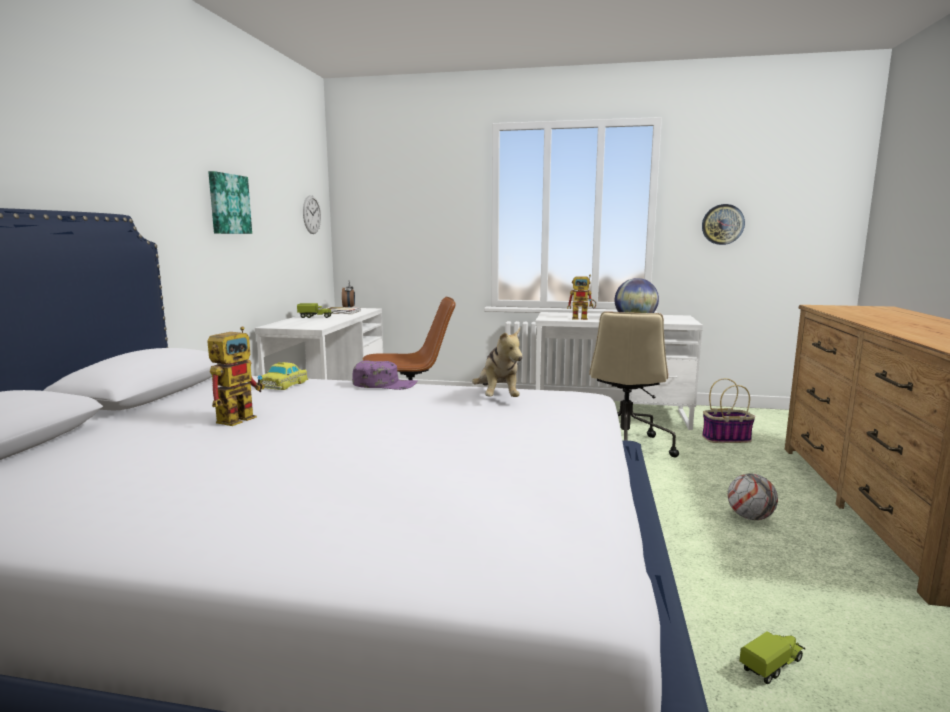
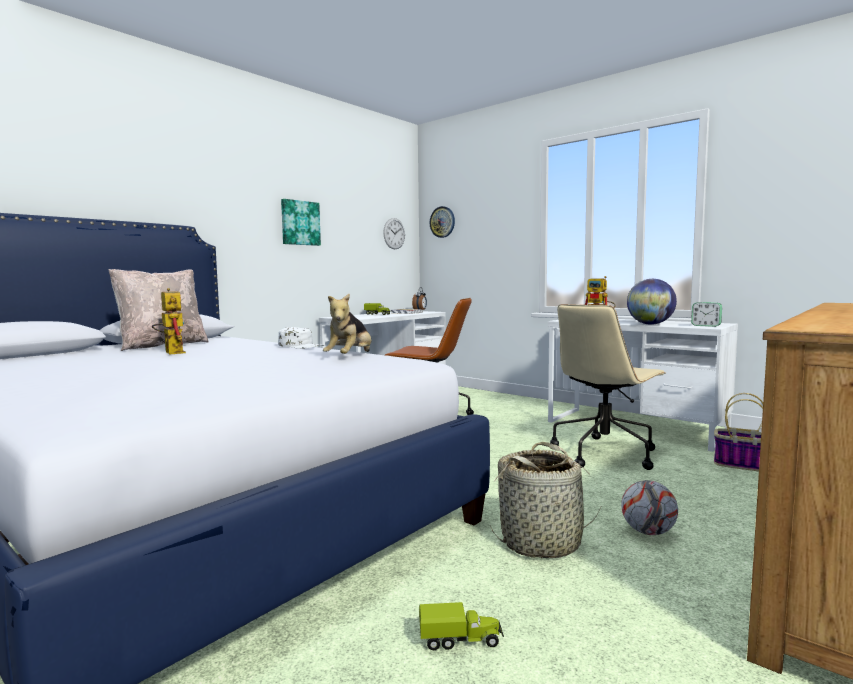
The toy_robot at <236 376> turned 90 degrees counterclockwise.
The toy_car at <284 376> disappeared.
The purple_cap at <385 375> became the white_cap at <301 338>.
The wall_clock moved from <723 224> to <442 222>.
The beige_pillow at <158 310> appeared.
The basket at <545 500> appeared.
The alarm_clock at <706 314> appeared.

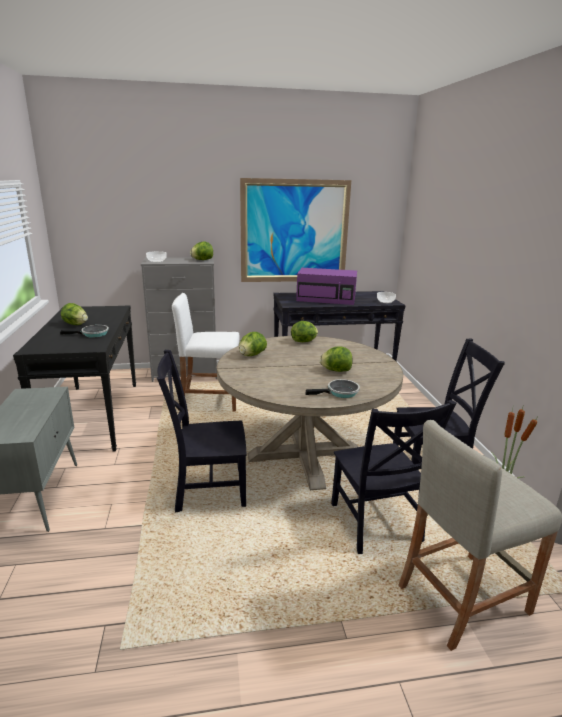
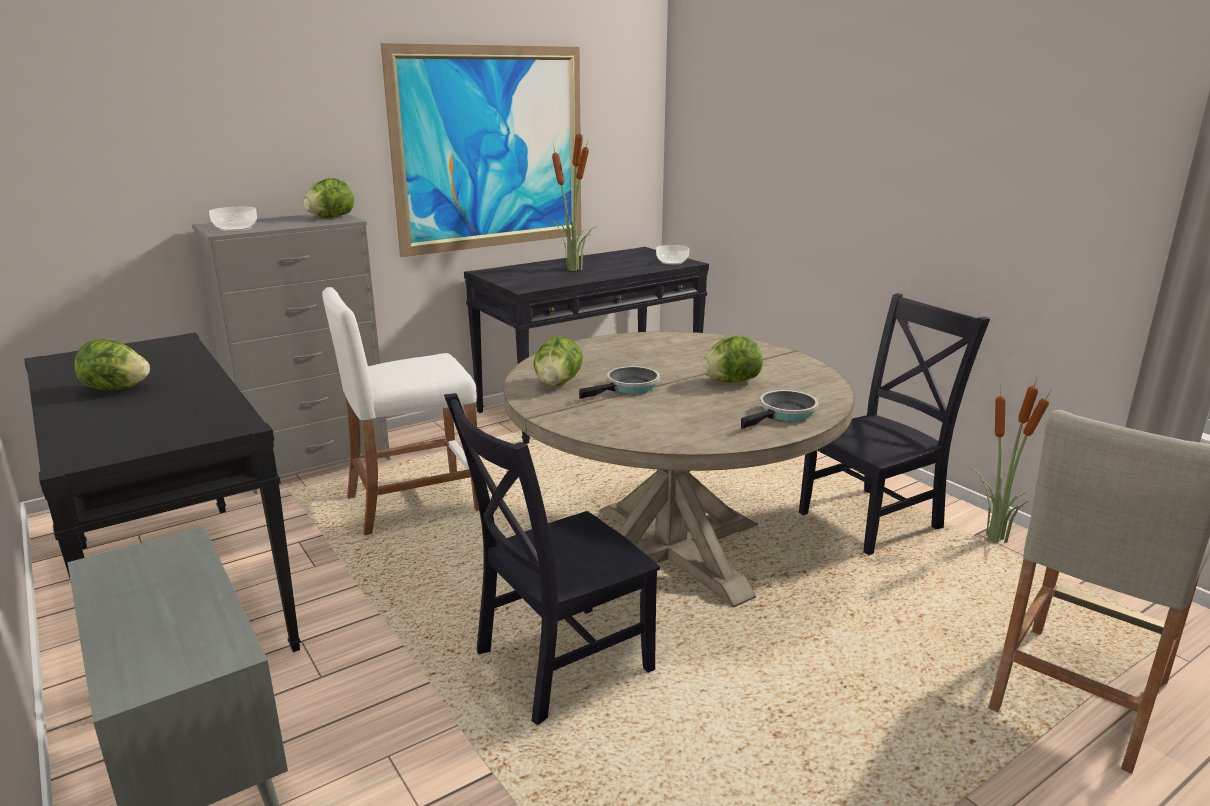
The frying_pan moved from <84 331> to <619 382>.
The lettuce at <304 331> disappeared.
The purple_microwave at <326 286> was replaced by the potted_plant at <571 198>.
The black_chair at <393 477> disappeared.

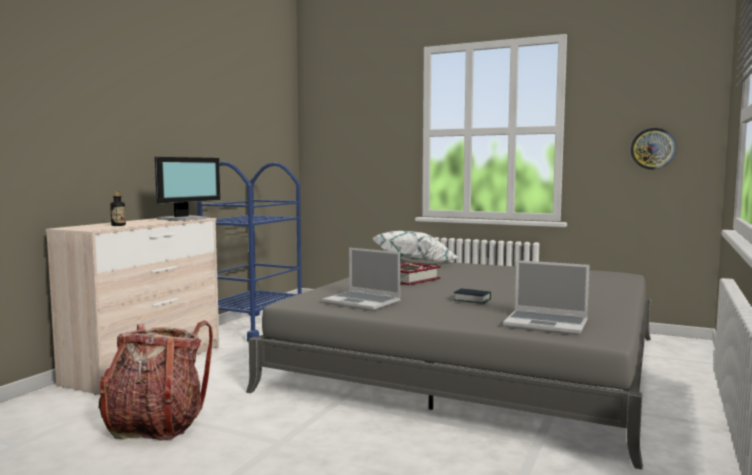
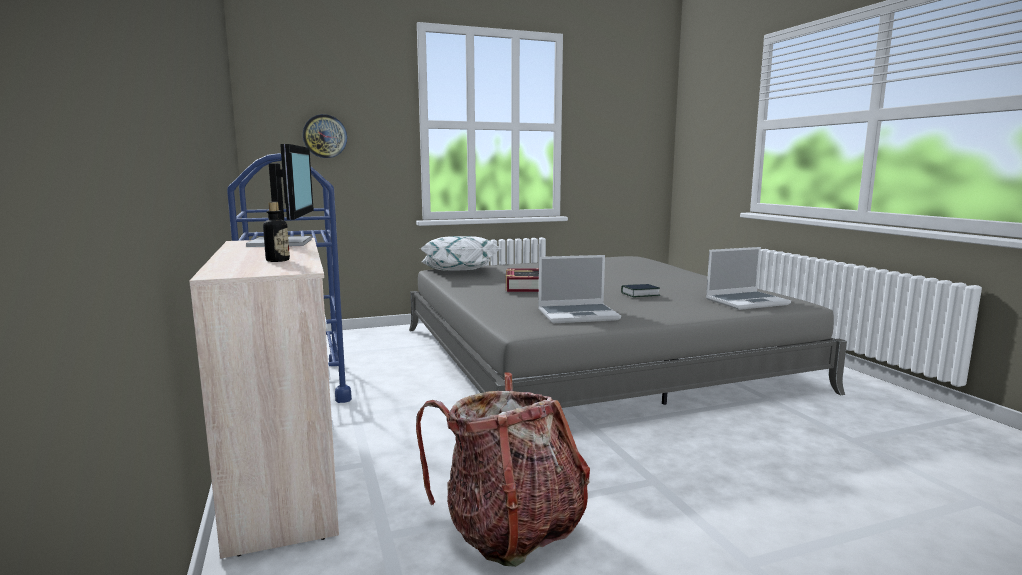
The wall_clock moved from <653 149> to <325 136>.

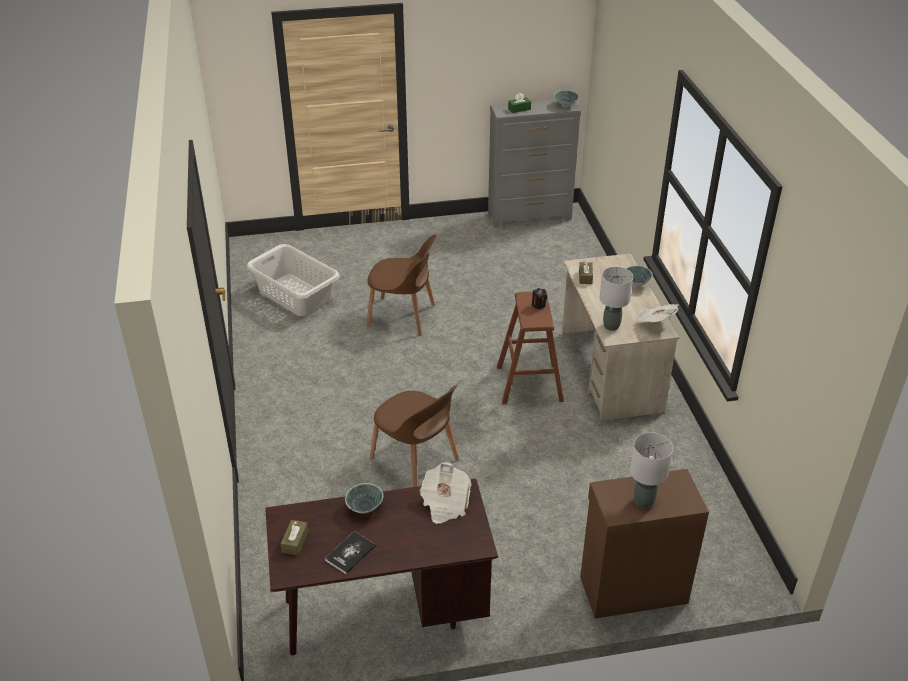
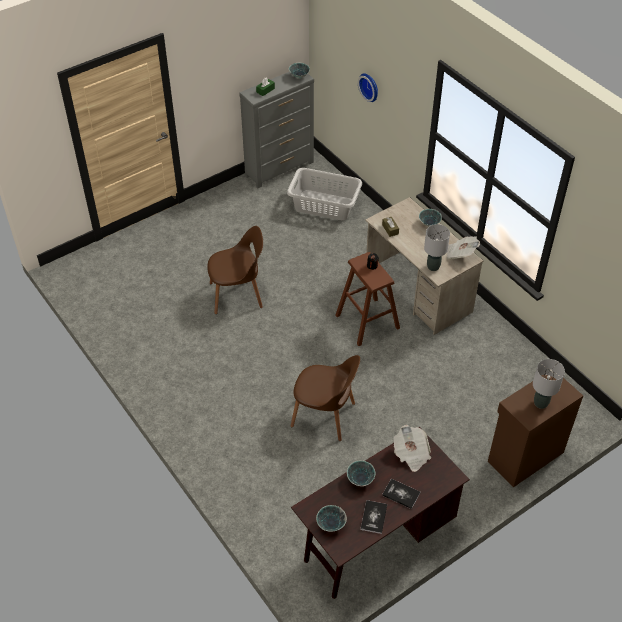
The grey_laundry_basket moved from <293 280> to <324 194>.
The brown_tissue_box at <295 538> was replaced by the bowl at <331 518>.
The wall_clock at <368 87> appeared.
The book at <401 494> appeared.

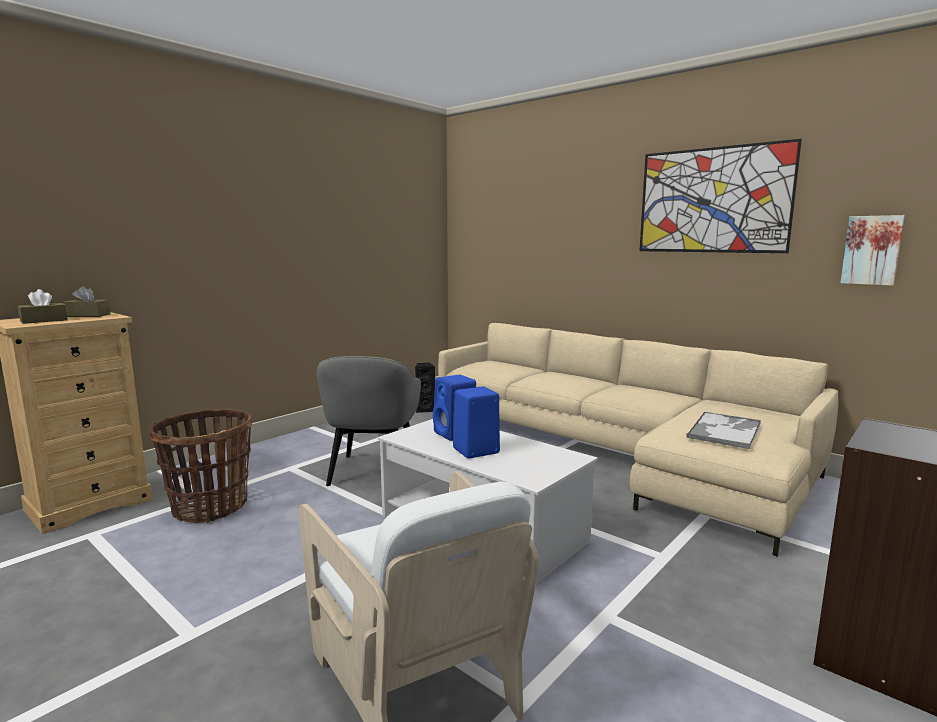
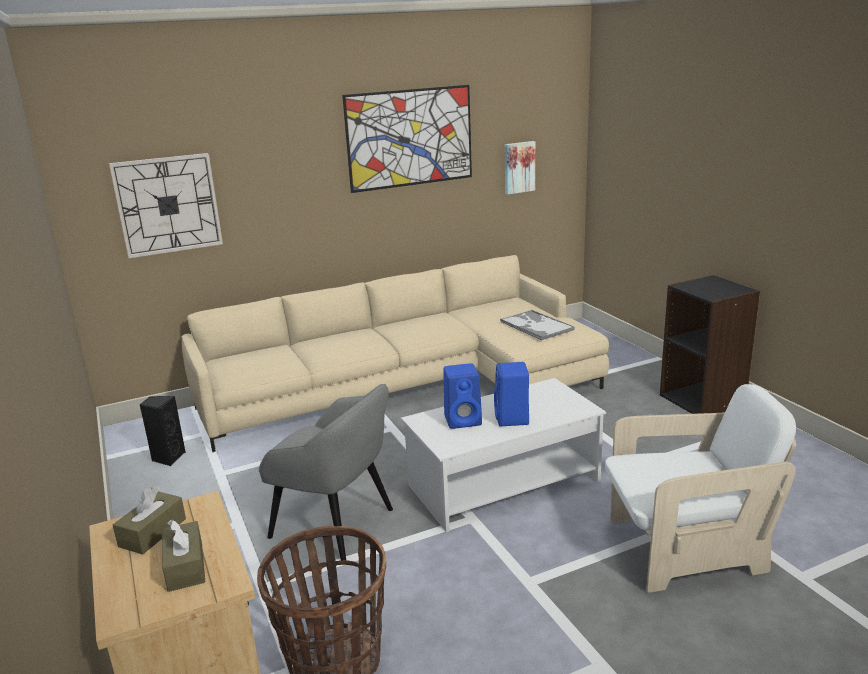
The wall_clock at <166 205> appeared.

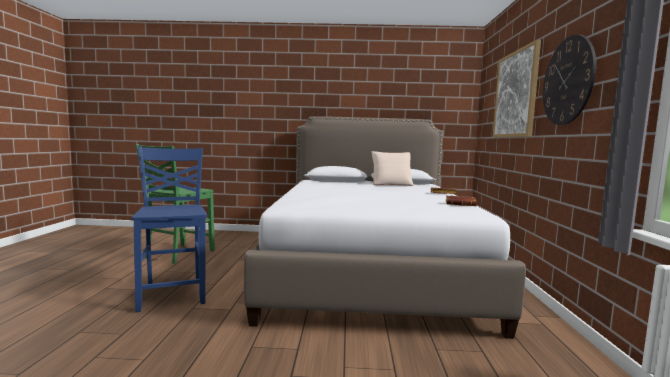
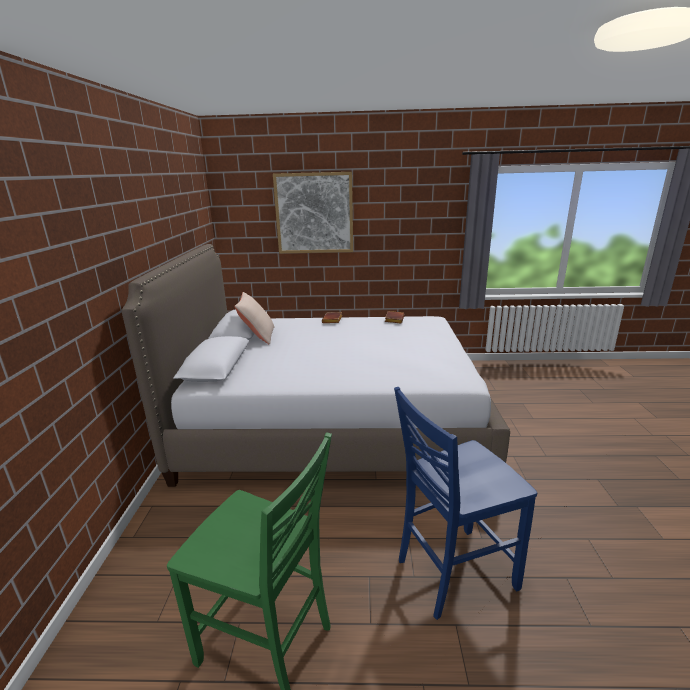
The wall_clock at <569 80> disappeared.

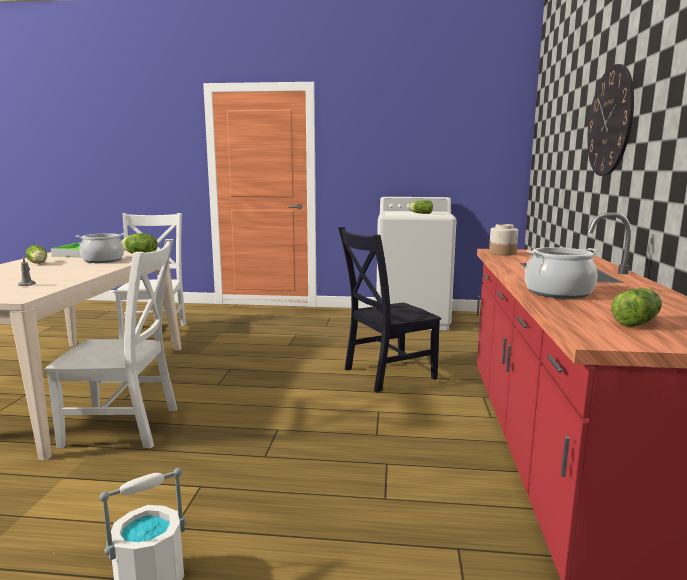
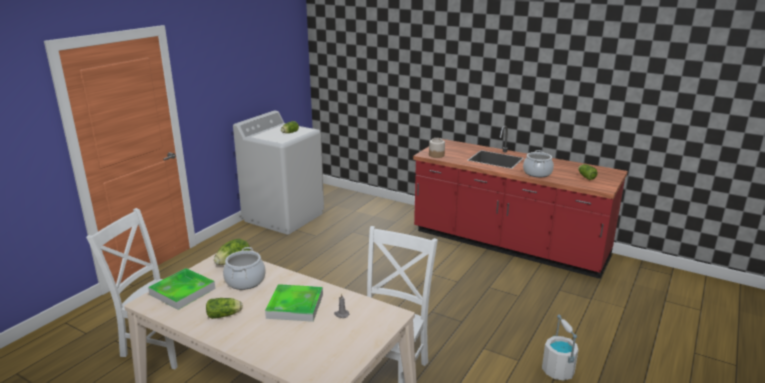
The black_chair at <389 310> disappeared.
The wall_clock at <610 120> disappeared.
The tray at <294 303> appeared.

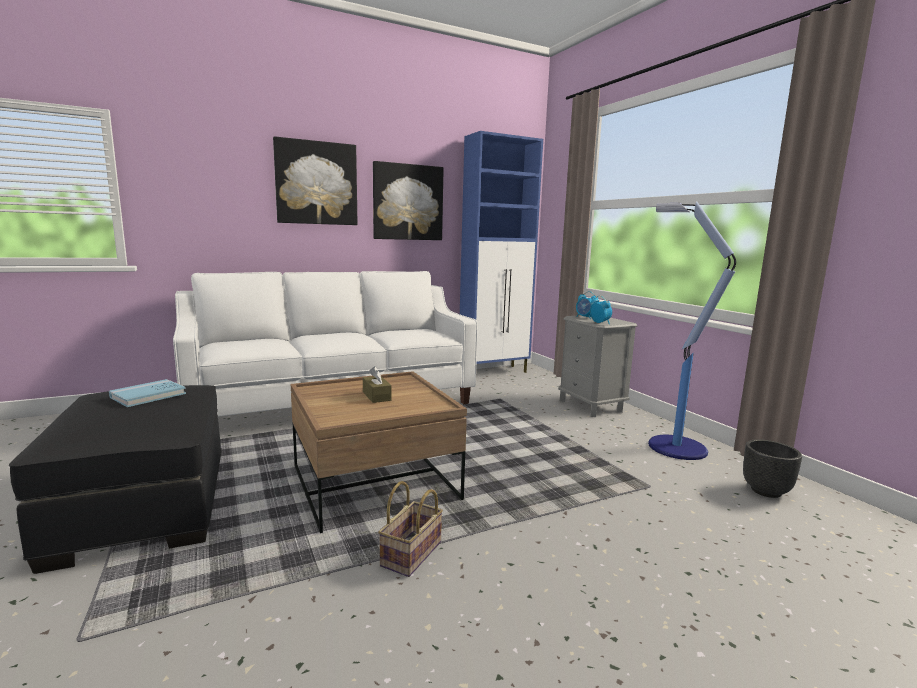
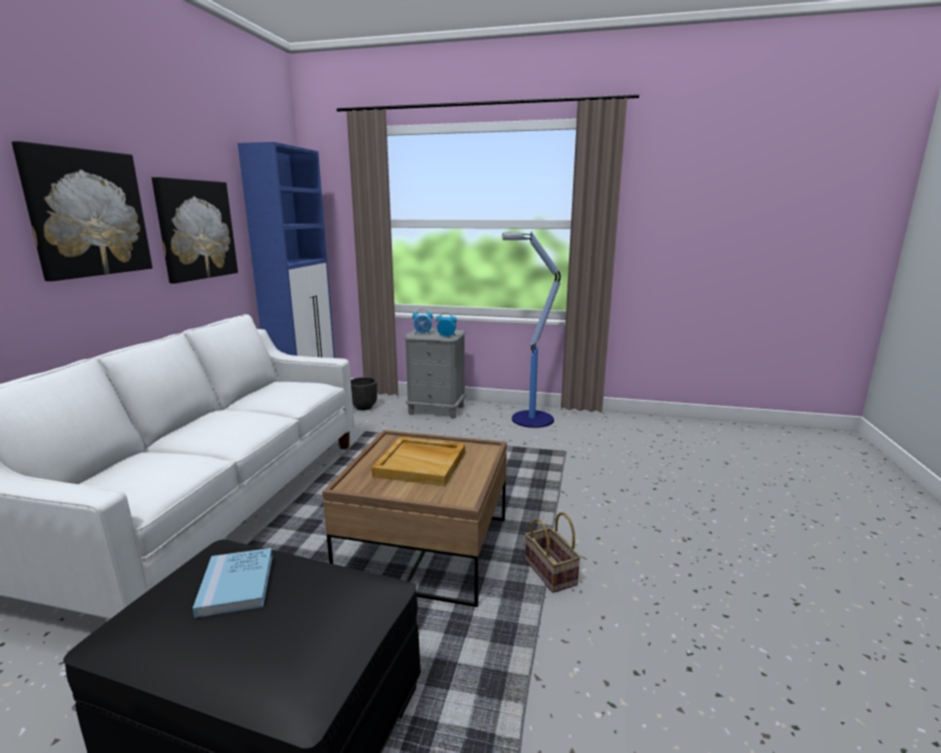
The brown_tissue_box at <377 384> was replaced by the beige_tray at <418 461>.
The black_planter moved from <772 468> to <364 393>.

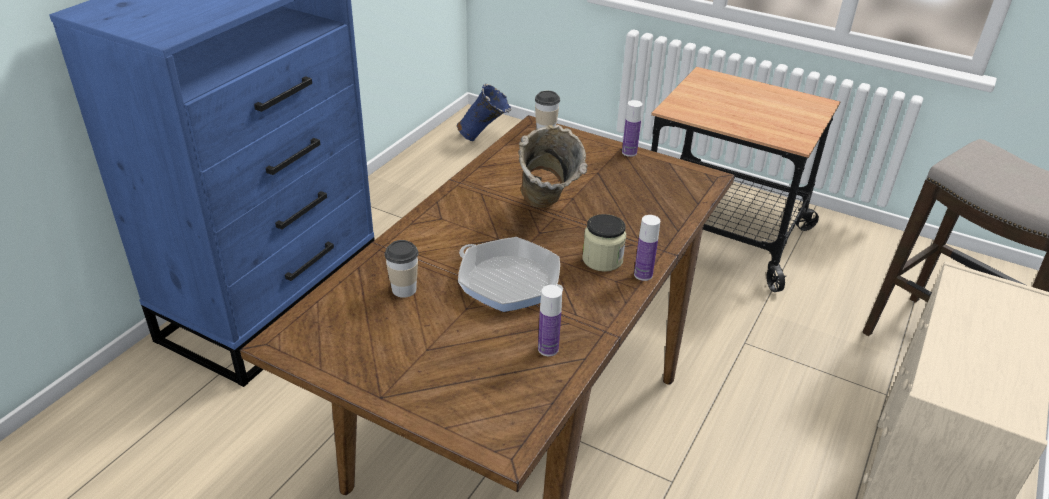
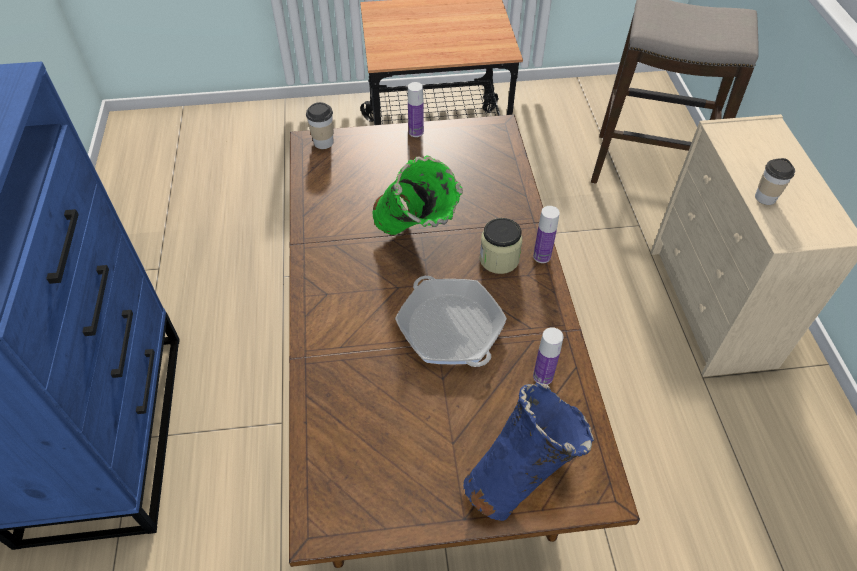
The cup moved from <401 269> to <775 181>.
The blue_vase moved from <484 112> to <528 451>.
The frying_pan at <510 274> turned 120 degrees counterclockwise.
The beige_vase at <553 166> became the green_vase at <417 195>.

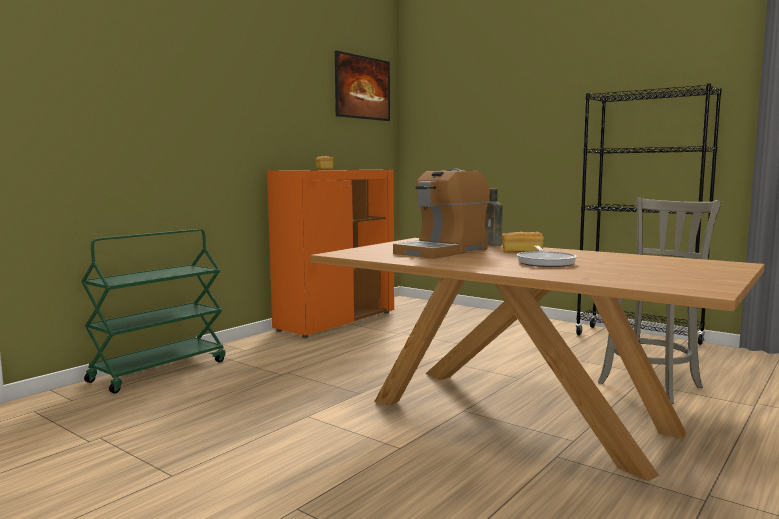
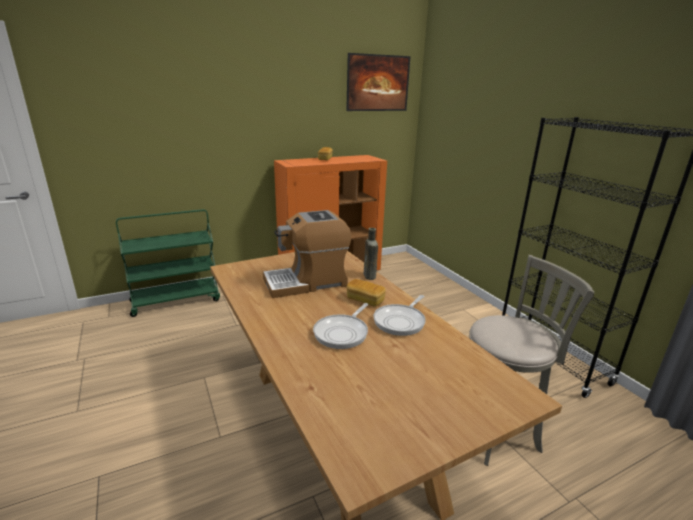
The frying_pan at <399 315> appeared.

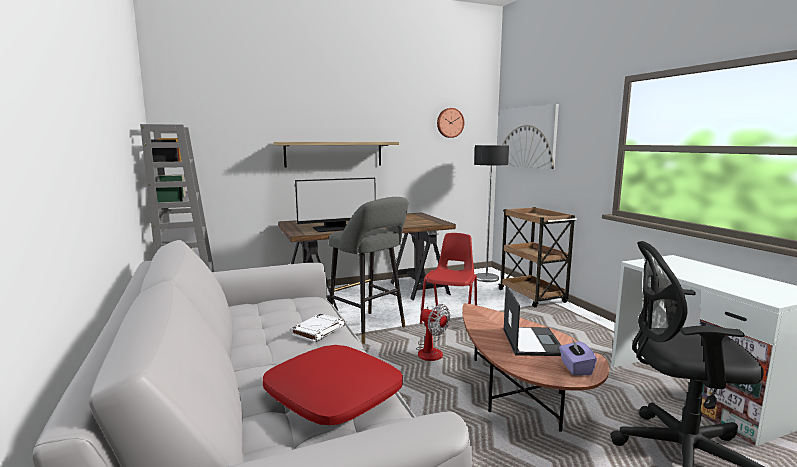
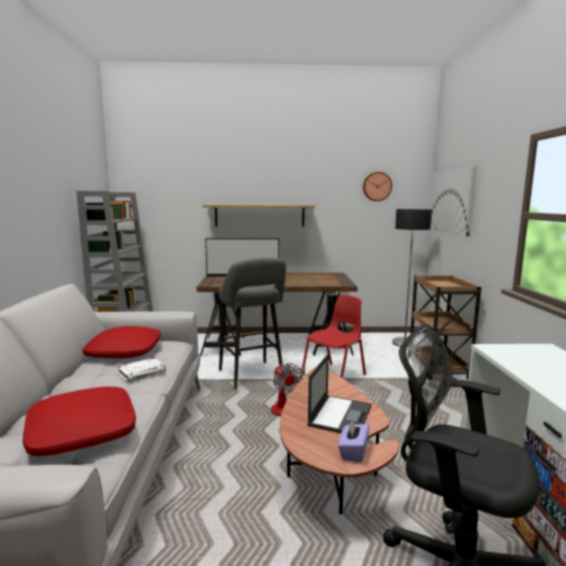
The red_pillow at <122 342> appeared.

